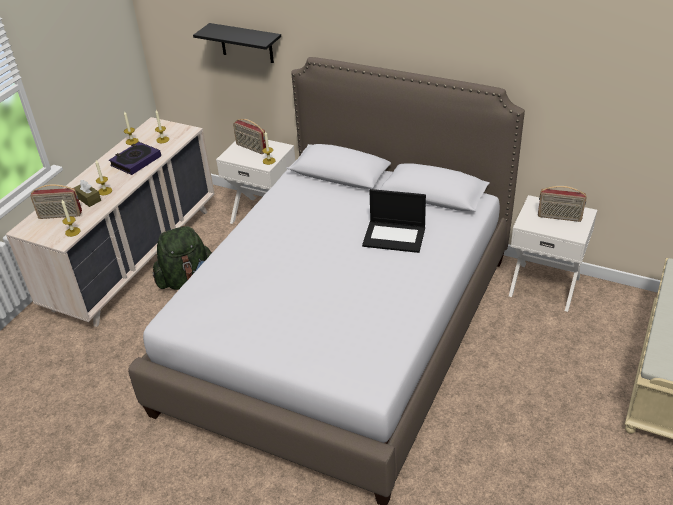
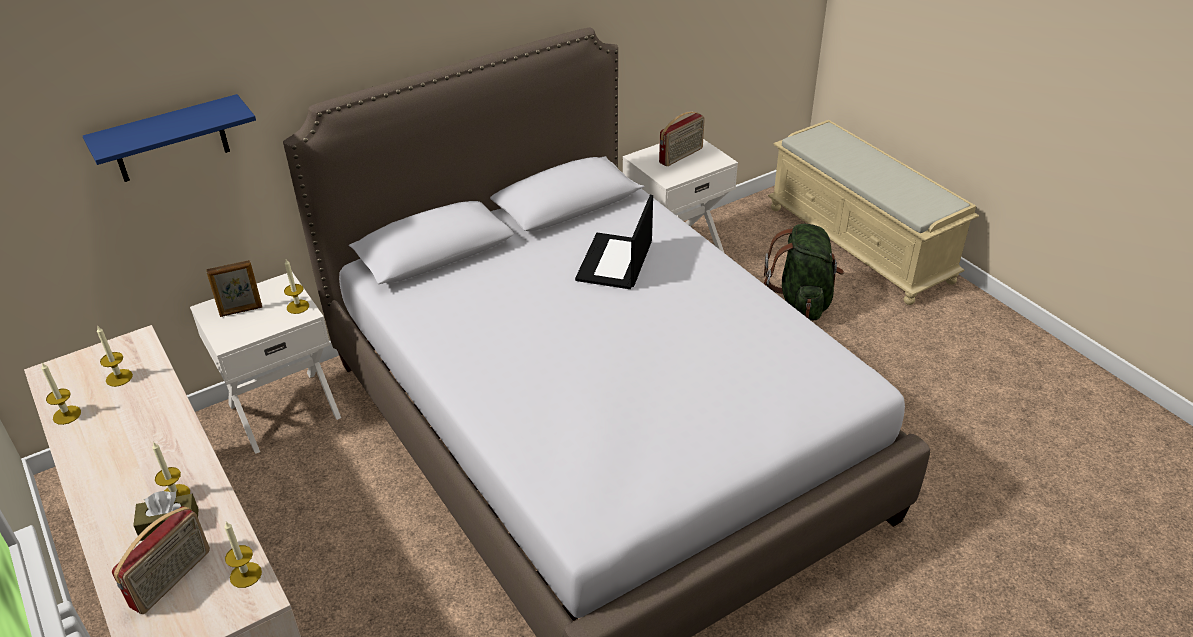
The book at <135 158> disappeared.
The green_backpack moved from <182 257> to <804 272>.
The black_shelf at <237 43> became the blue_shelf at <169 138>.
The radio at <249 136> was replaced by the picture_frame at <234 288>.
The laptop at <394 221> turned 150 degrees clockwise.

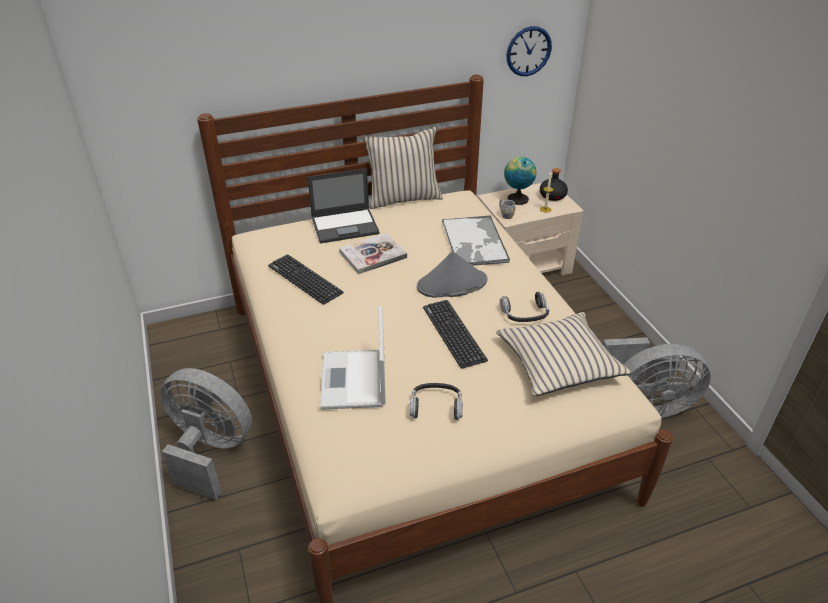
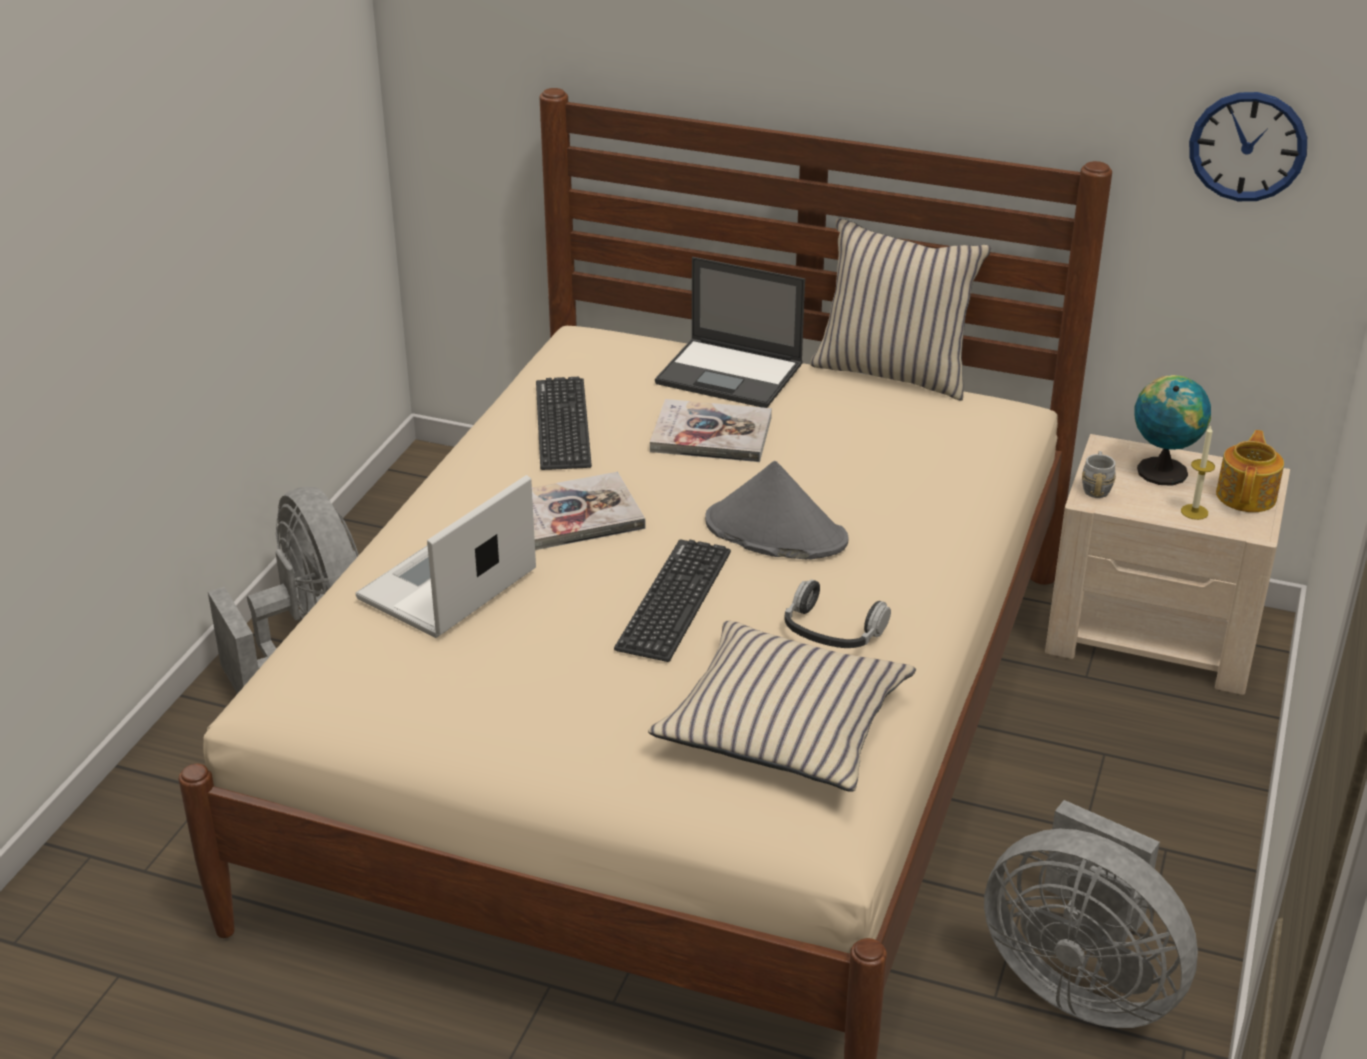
The headphones at <436 401> disappeared.
The tray at <476 240> disappeared.
The black_bottle at <554 184> was replaced by the teapot at <1250 471>.
The book at <589 511> appeared.

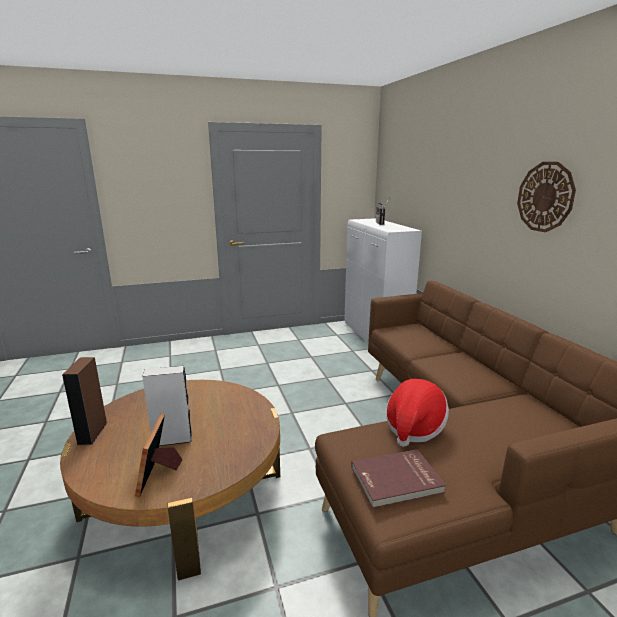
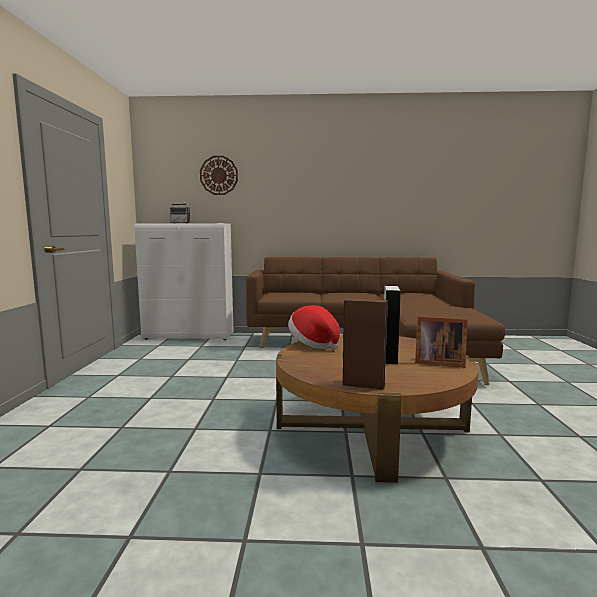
The red_book at <398 478> disappeared.
The hat moved from <417 413> to <314 327>.
The wall_clock moved from <546 197> to <219 175>.

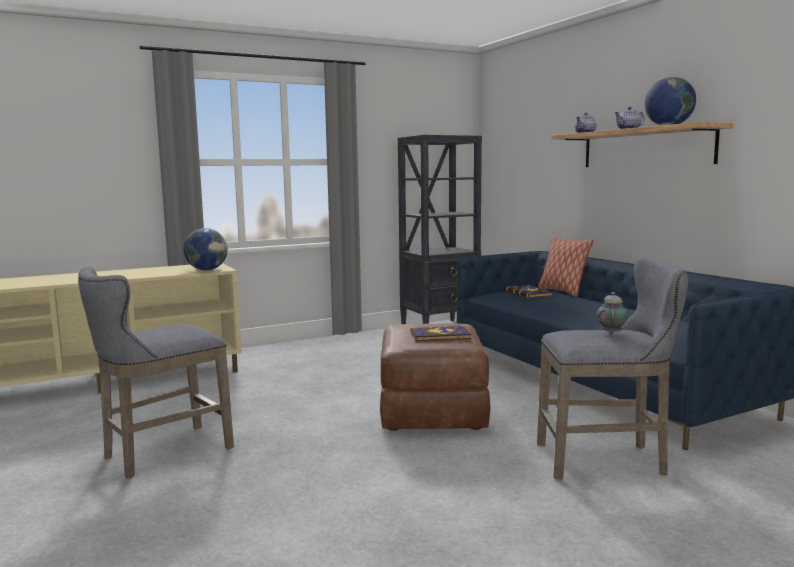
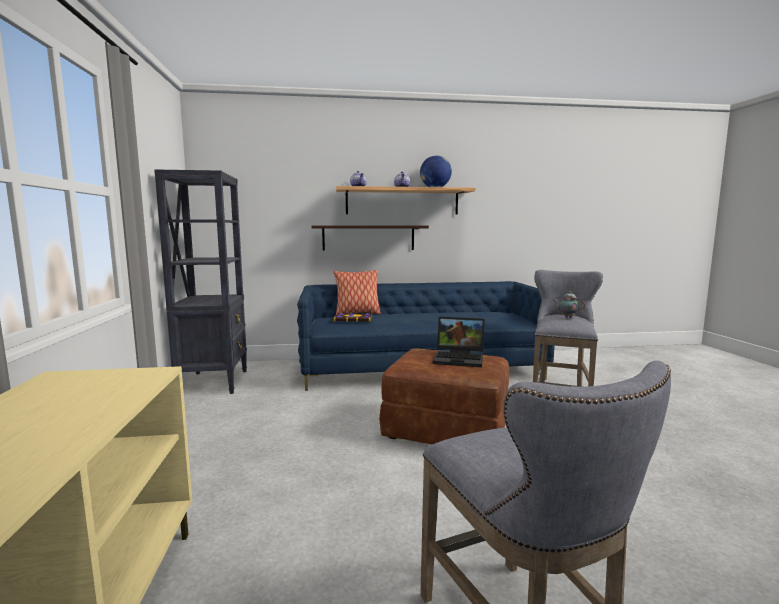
The globe at <205 249> disappeared.
The book at <441 333> was replaced by the laptop at <459 342>.
The shelf at <370 238> appeared.

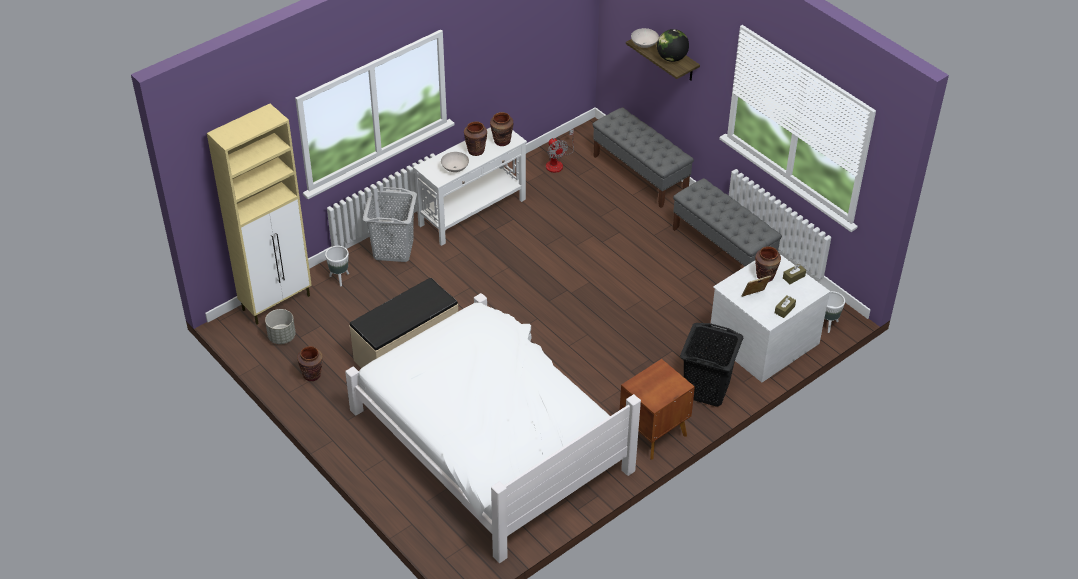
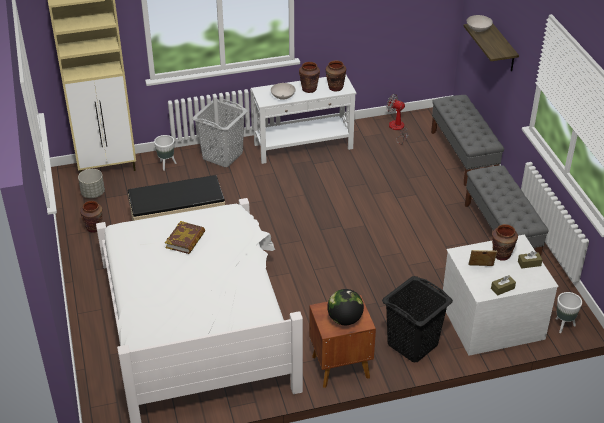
The fan at <560 151> turned 120 degrees clockwise.
The globe moved from <673 45> to <345 307>.
The book at <185 237> appeared.

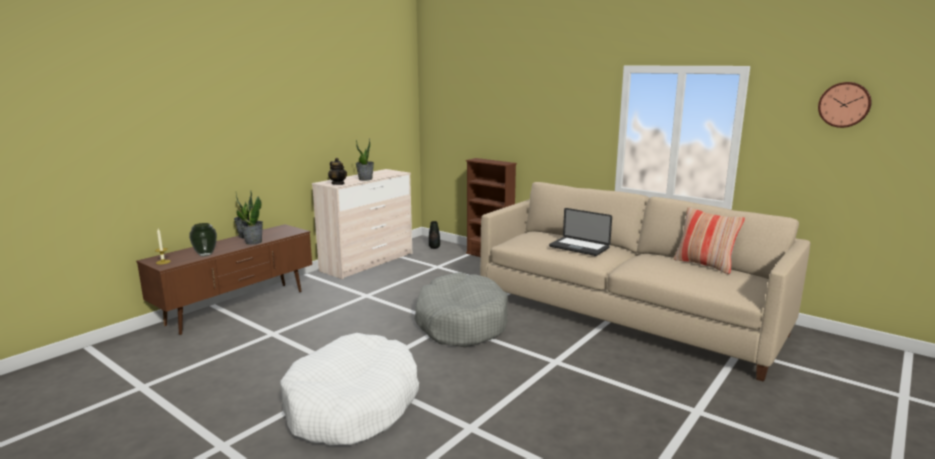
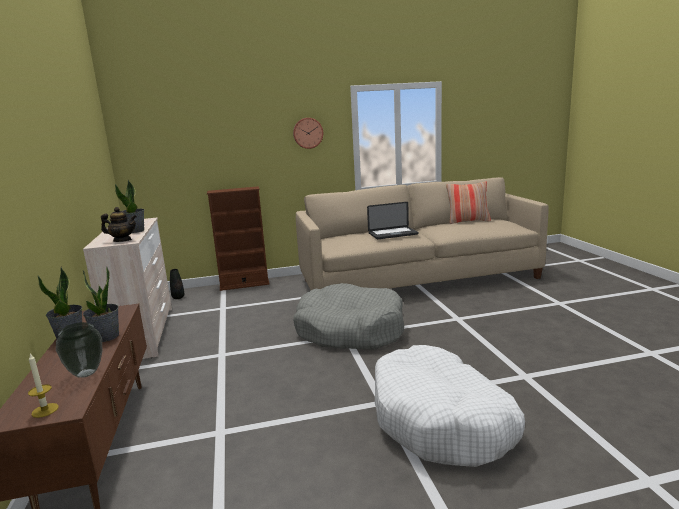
The wall_clock moved from <844 105> to <308 133>.

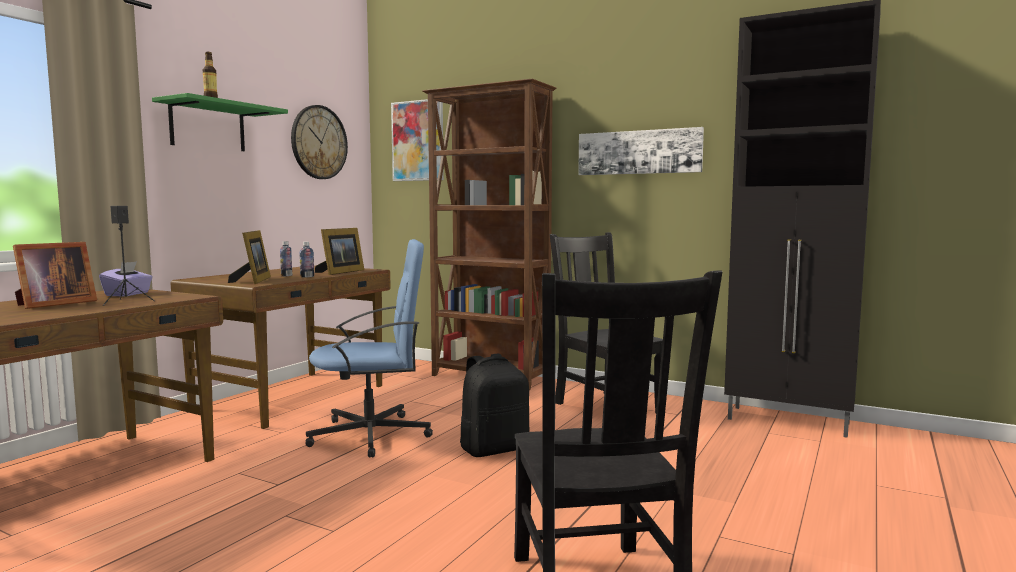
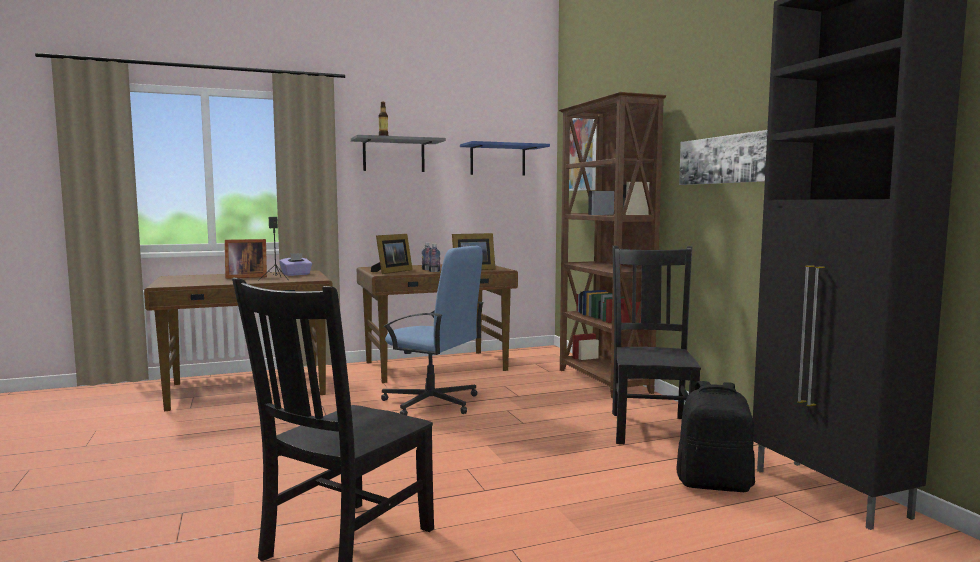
The green_shelf at <220 122> became the grey_shelf at <398 153>.
The wall_clock at <319 142> was replaced by the blue_shelf at <505 158>.
The black_backpack moved from <494 405> to <715 436>.

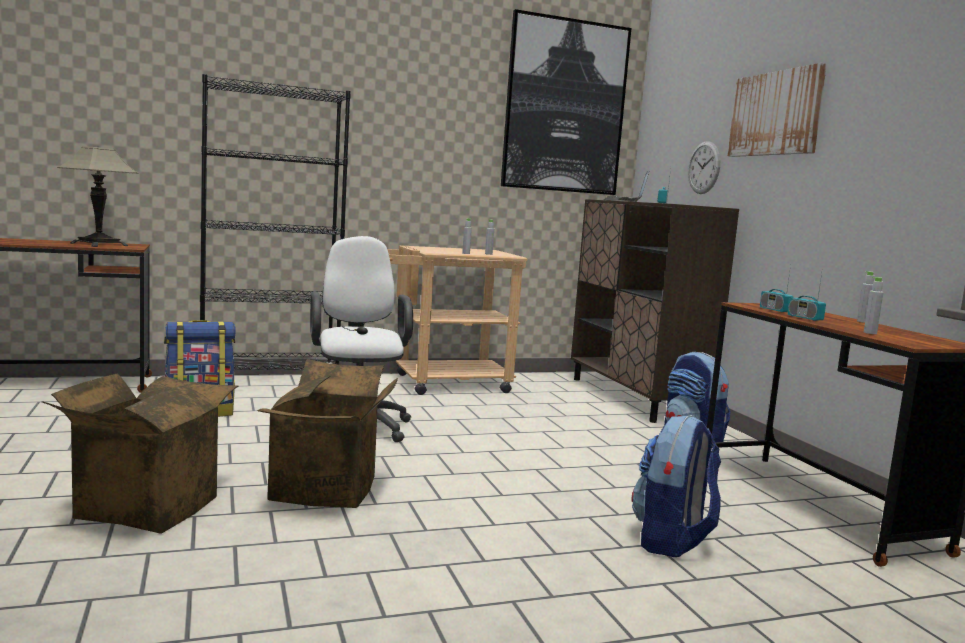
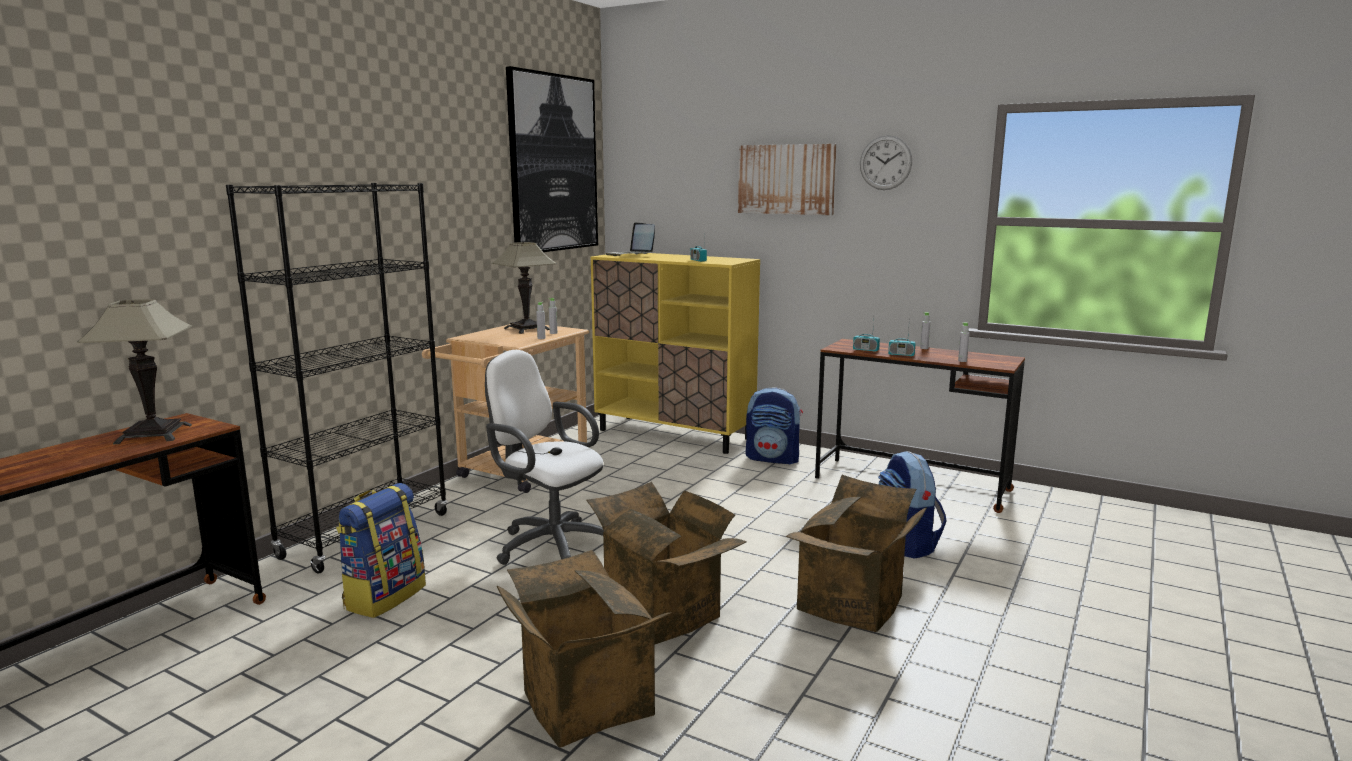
The brown_cabinet at <655 311> became the yellow_cabinet at <675 353>.
The wall_clock moved from <704 167> to <886 162>.
The table_lamp at <524 288> appeared.
The cardboard_box at <856 553> appeared.

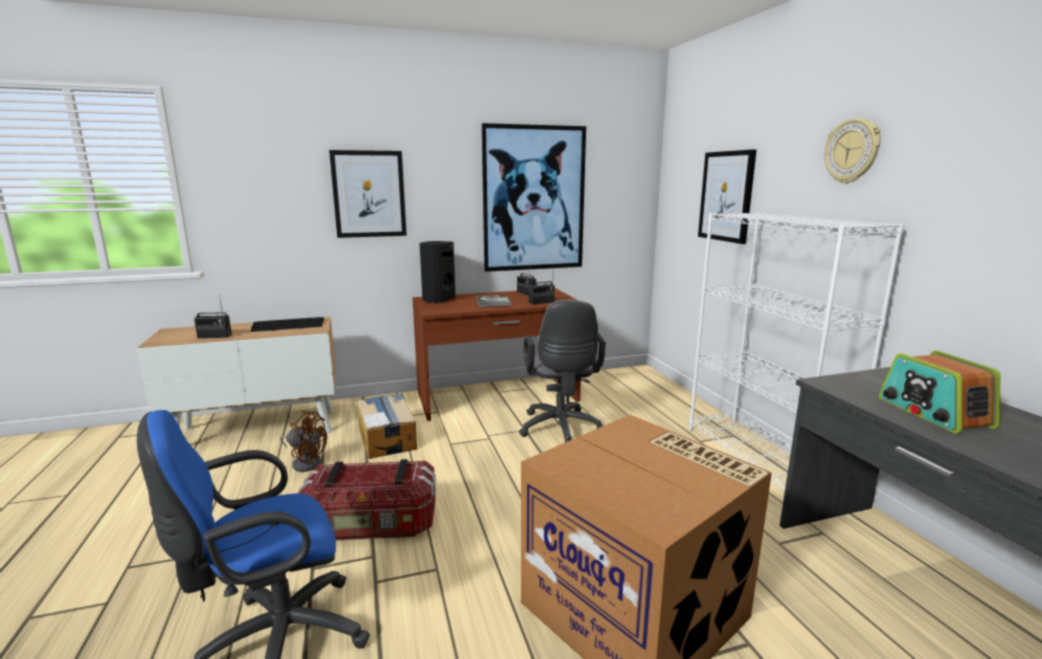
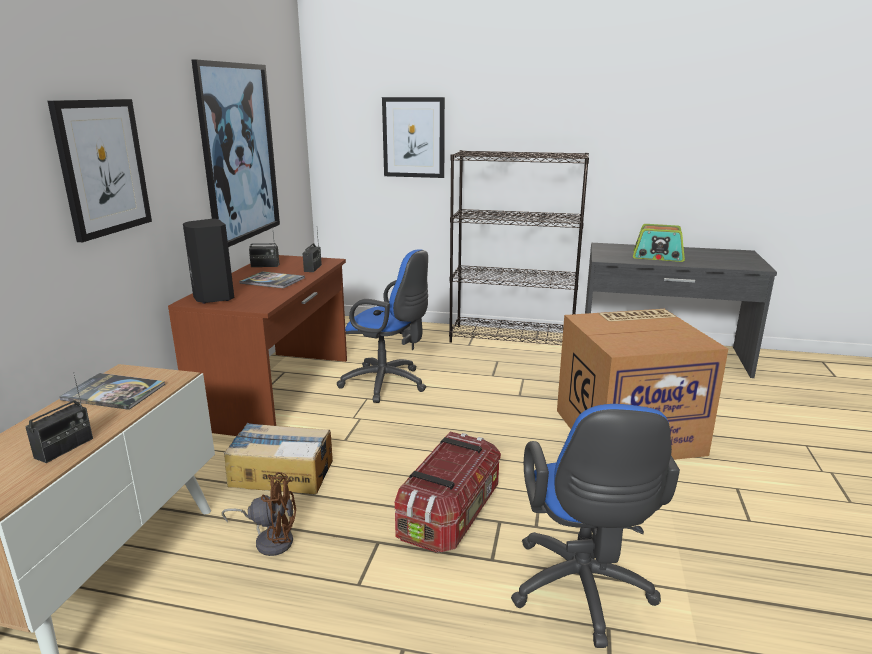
The keyboard at <287 324> was replaced by the book at <112 391>.
The brown_fan at <303 441> turned 45 degrees clockwise.
The grey_office_chair at <562 371> became the blue_office_chair at <382 326>.
The white_bookcase at <796 351> became the black_bookcase at <519 247>.
The wall_clock at <852 151> disappeared.

